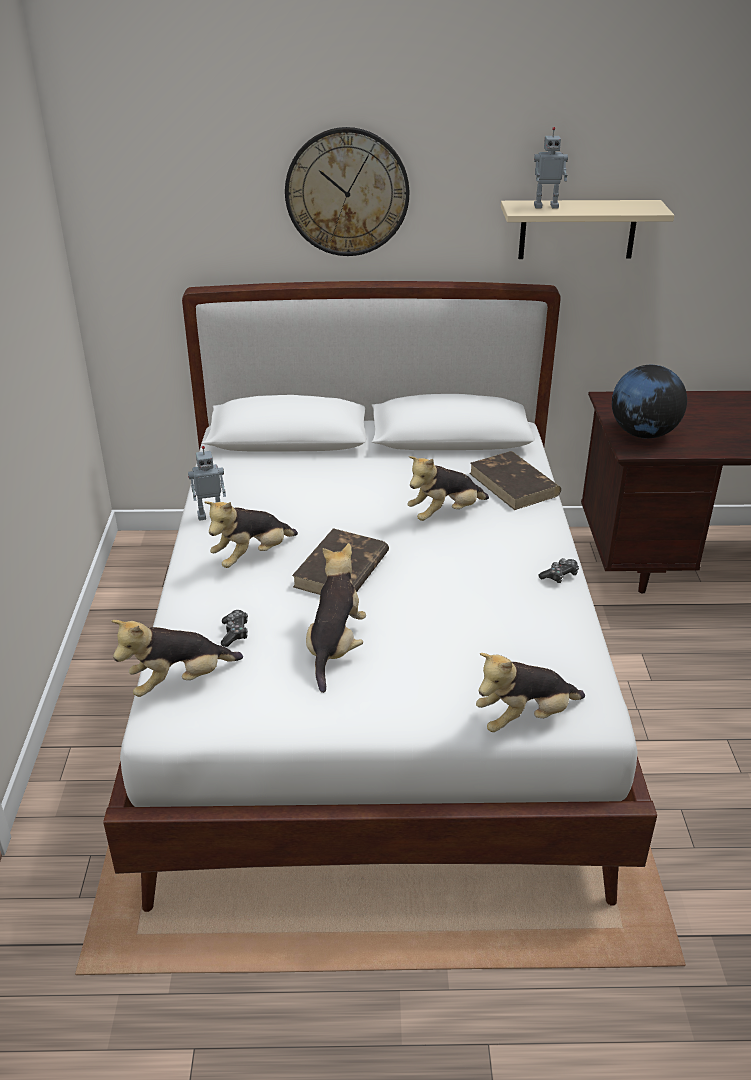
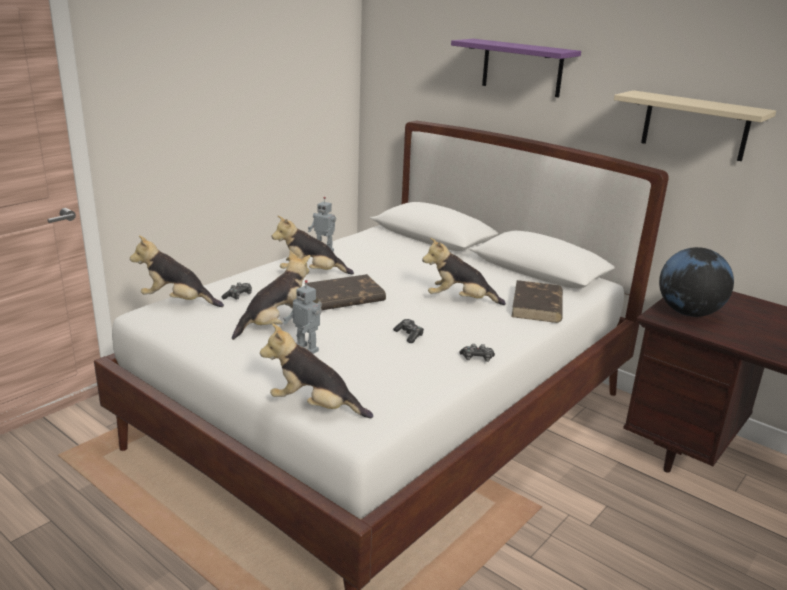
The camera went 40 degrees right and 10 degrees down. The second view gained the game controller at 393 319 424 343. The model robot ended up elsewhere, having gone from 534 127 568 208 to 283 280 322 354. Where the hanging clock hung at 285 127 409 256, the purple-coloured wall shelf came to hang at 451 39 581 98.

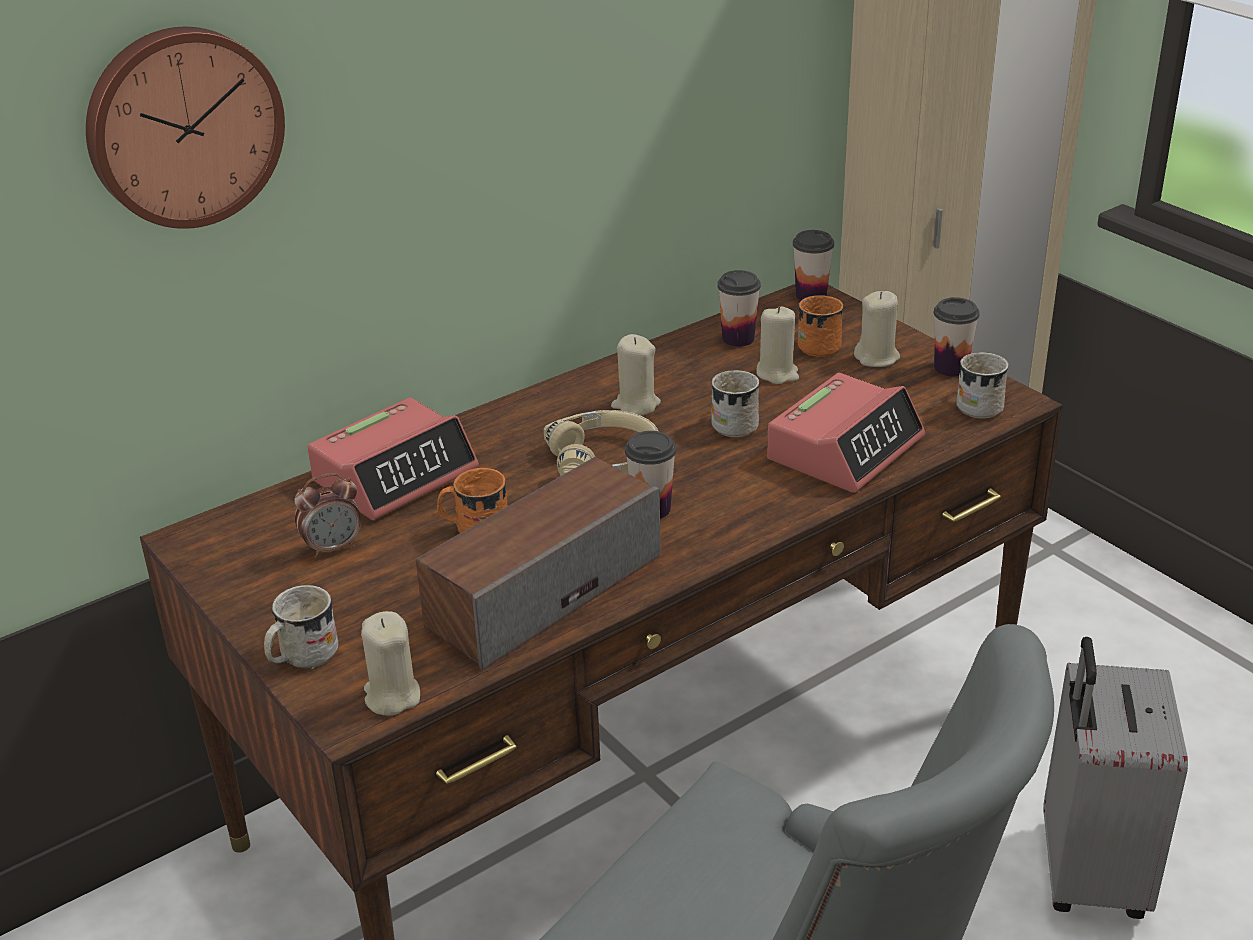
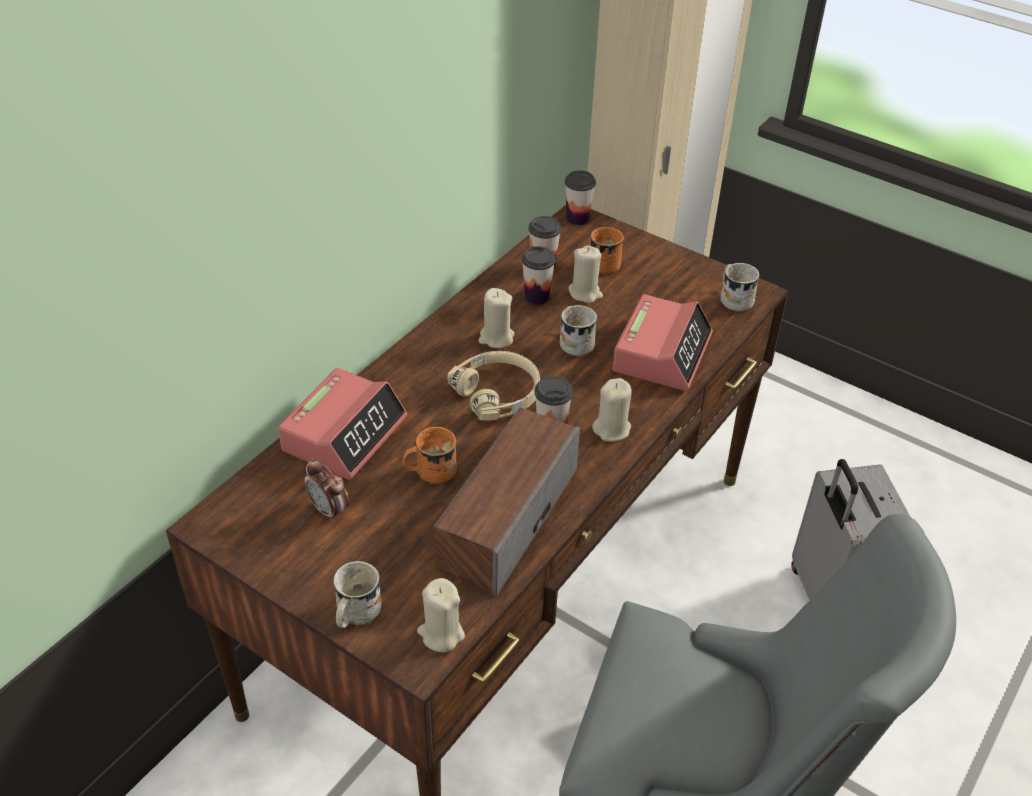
The camera went 20 degrees left and 10 degrees up. The second view lost the hanging clock at 86 27 285 229. The beige wax candle ended up elsewhere, having gone from 854 291 900 367 to 592 378 632 442. The drinking cup ended up elsewhere, having gone from 934 297 980 377 to 522 246 556 305. The bedside clock at 295 473 361 558 ended up facing another way, 90 degrees clockwise from before.

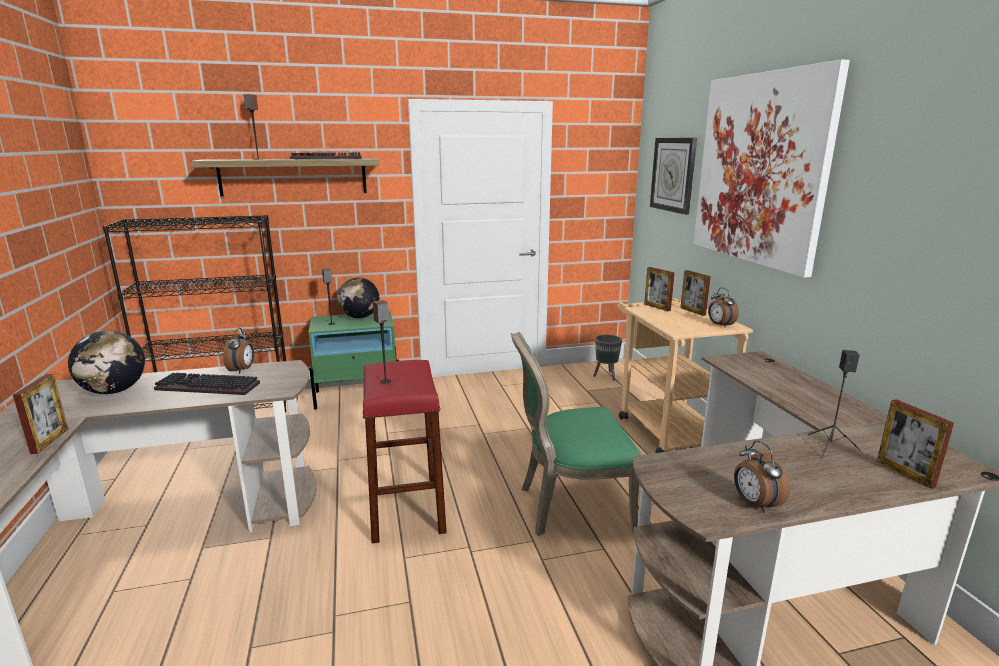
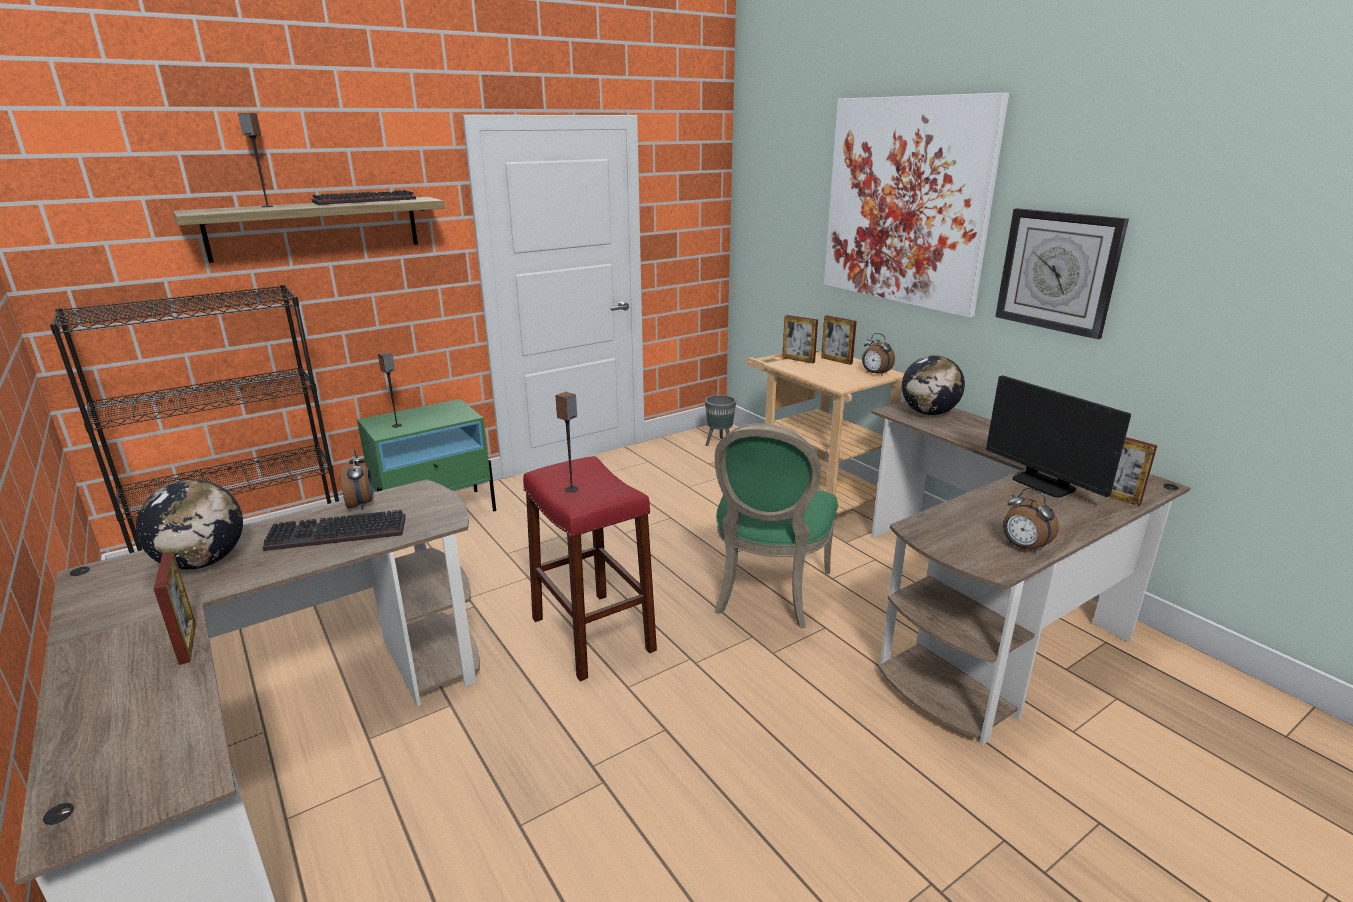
The camera went 20 degrees left and 5 degrees up. The globe ended up elsewhere, having gone from 337 278 379 318 to 902 355 965 415. The hanging clock ended up elsewhere, having gone from 650 138 697 215 to 995 208 1129 340. Where the black loudspeaker stood at 808 350 861 458, the computer screen came to stand at 986 375 1131 498. The green-coloured chair at 511 332 641 536 ended up facing another way, 45 degrees counterclockwise from before.

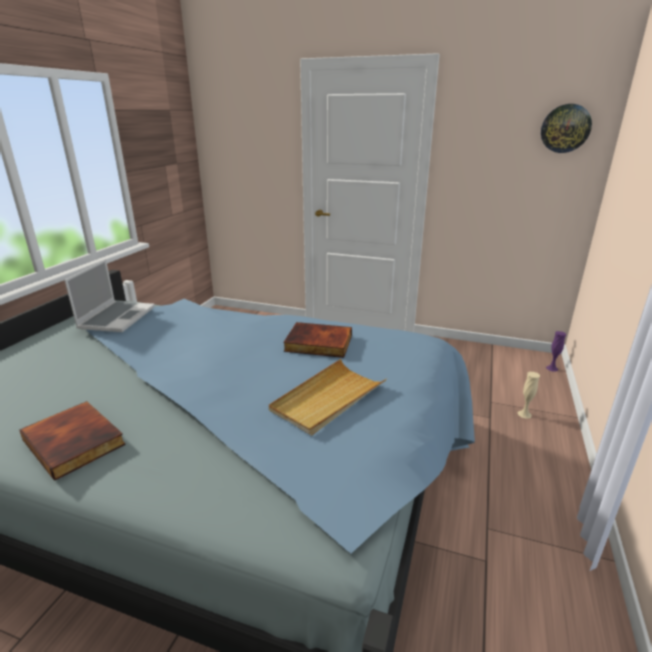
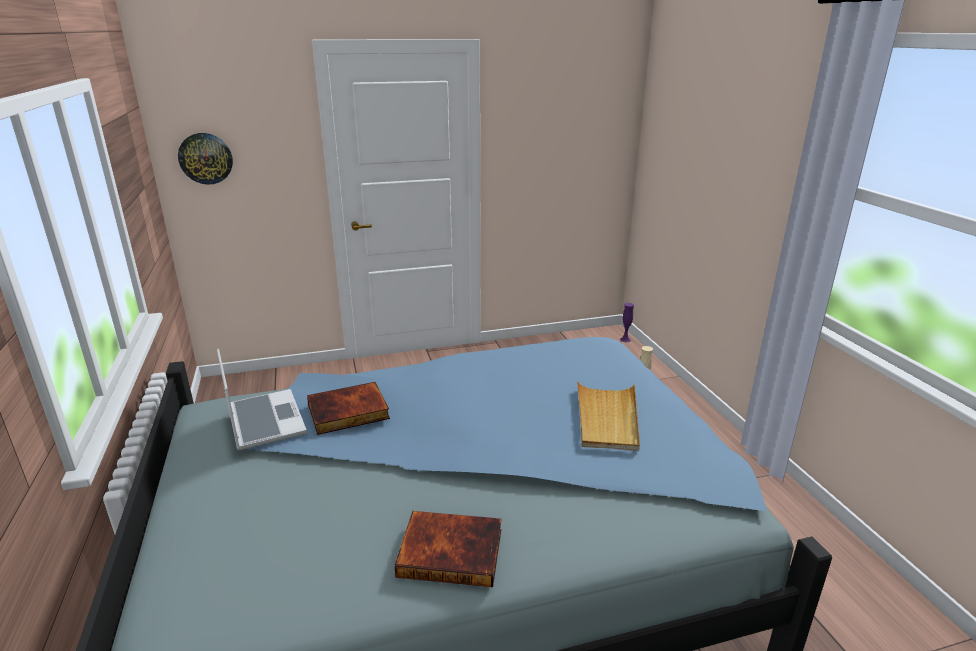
The camera went 35 degrees left and 0 degrees up. The bound book ended up elsewhere, having gone from 283 322 352 358 to 307 382 390 435. The hanging clock ended up elsewhere, having gone from 541 104 592 153 to 178 133 233 185.

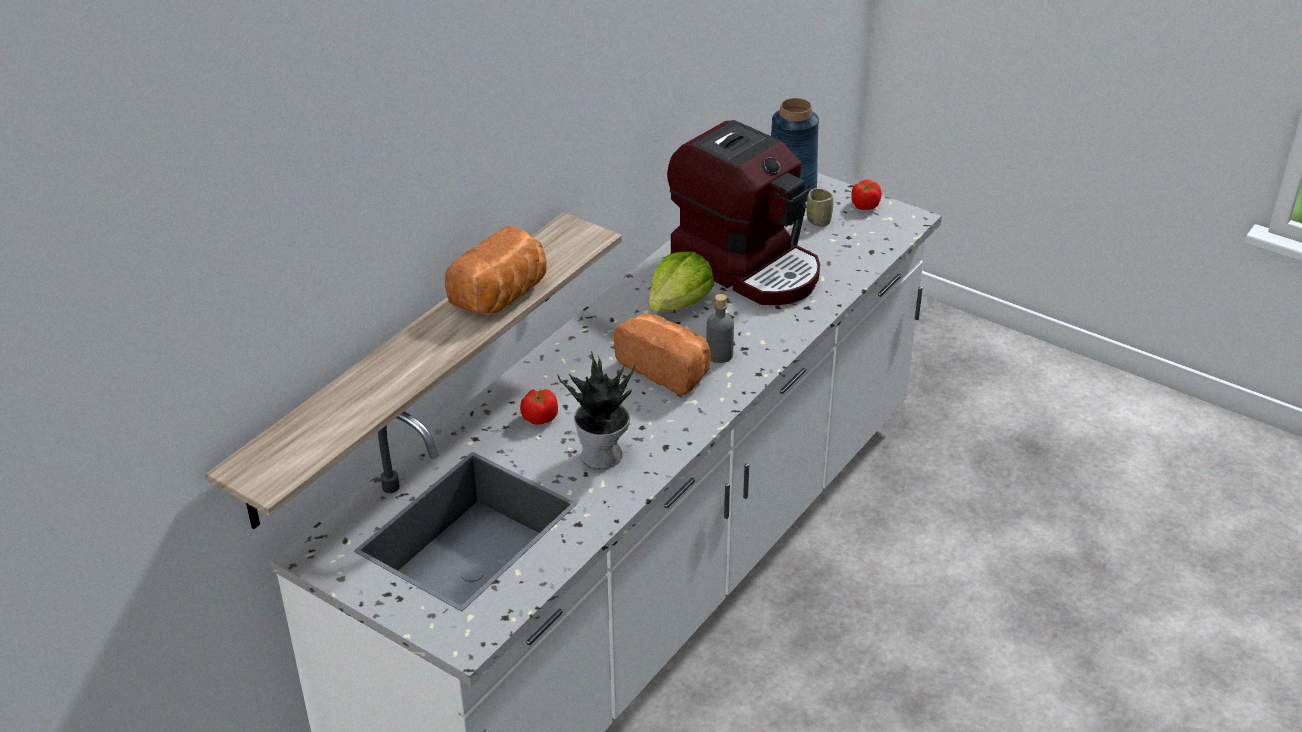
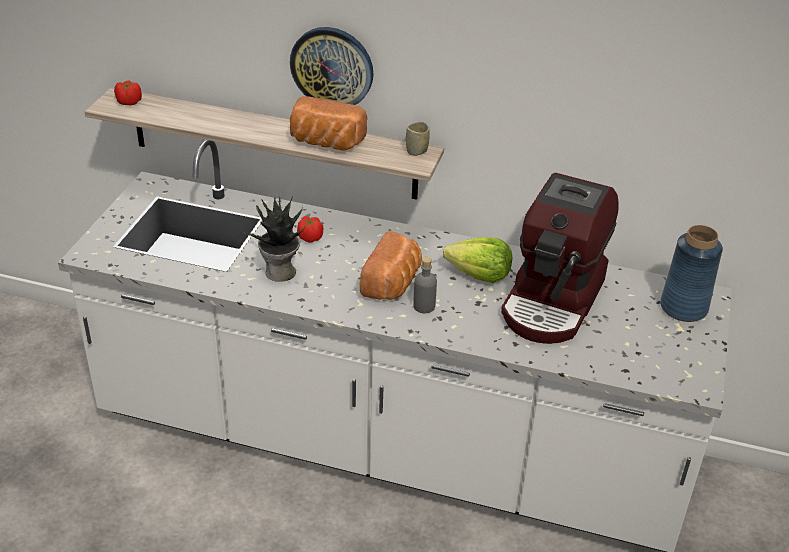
The camera went 70 degrees right and 0 degrees up. The second view gained the hanging clock at 290 27 374 105. The drinking cup ended up elsewhere, having gone from 807 188 833 227 to 406 122 429 156. The fresh tomato ended up elsewhere, having gone from 851 180 881 210 to 114 80 142 105.

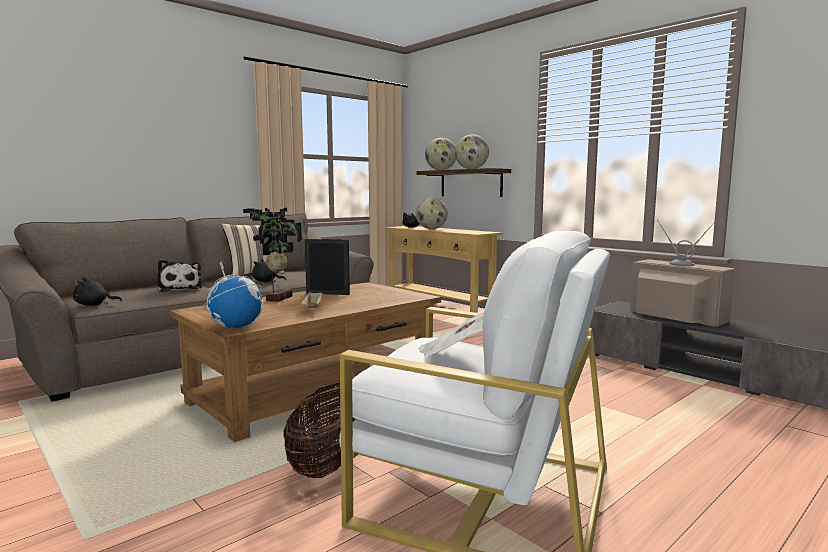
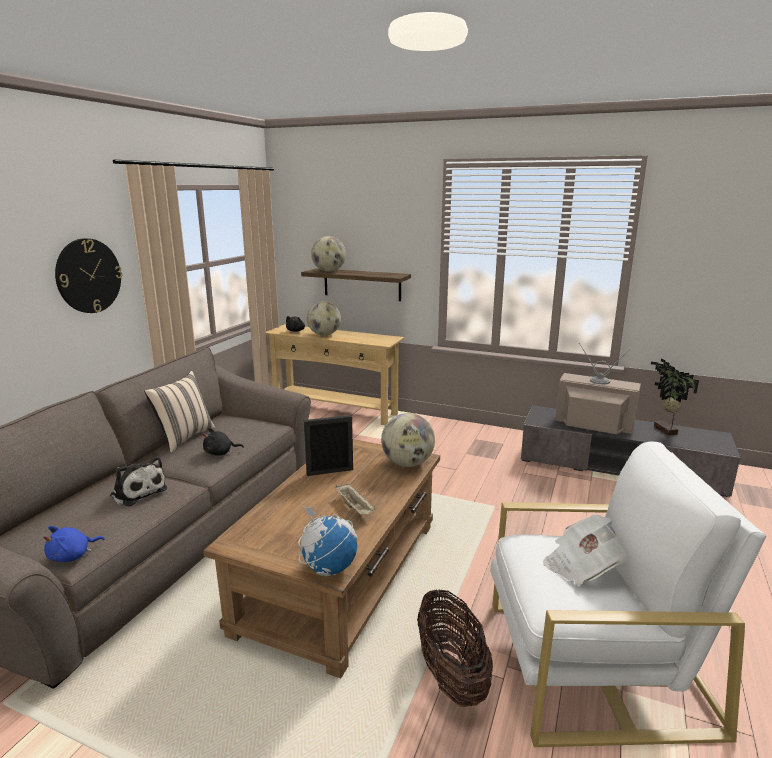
The camera went 25 degrees left and 10 degrees up. The second view gained the hanging clock at 55 238 122 313. The houseplant ended up elsewhere, having gone from 243 208 302 302 to 651 359 699 435. The globe ended up elsewhere, having gone from 455 135 489 169 to 381 413 435 467. What was the black soft toy at 73 277 122 306 turned into the blue soft toy at 43 526 105 562.

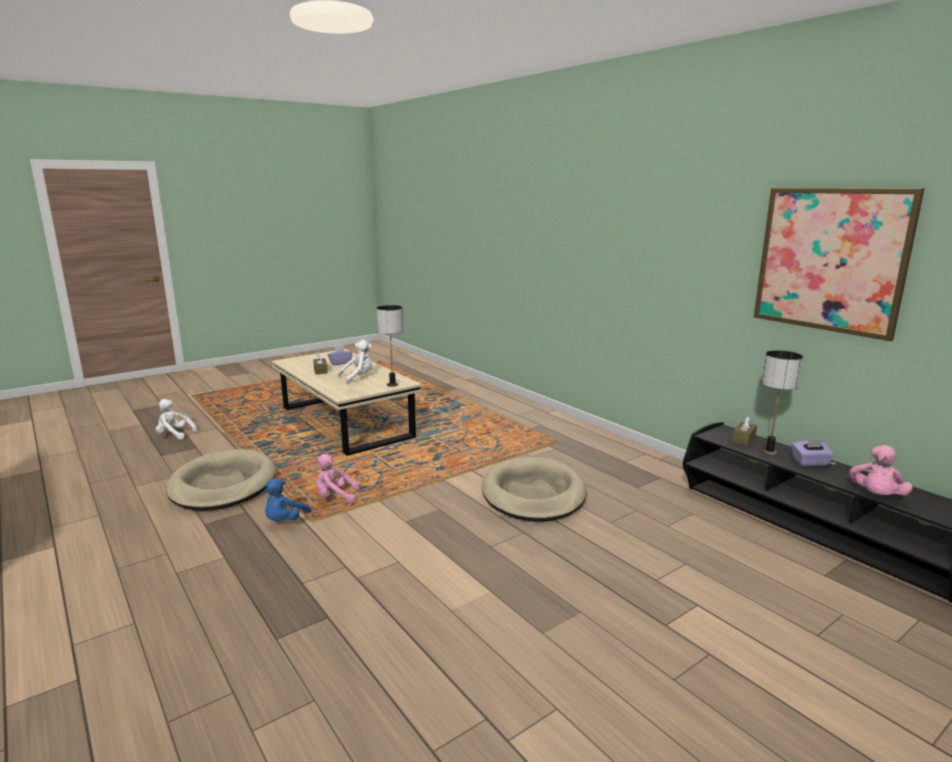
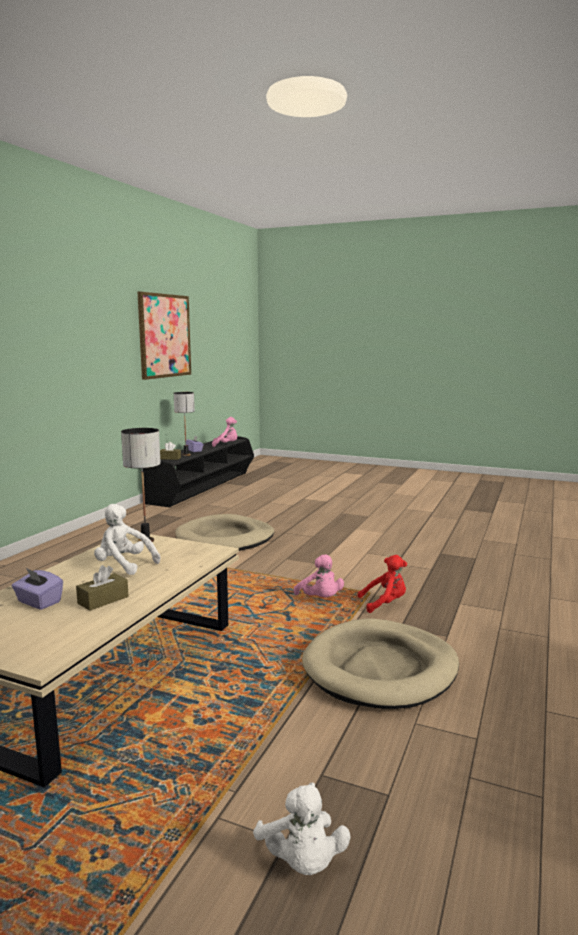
The camera went 120 degrees left and 5 degrees down. What was the blue soft toy at 264 478 311 521 turned into the red soft toy at 357 555 407 613.

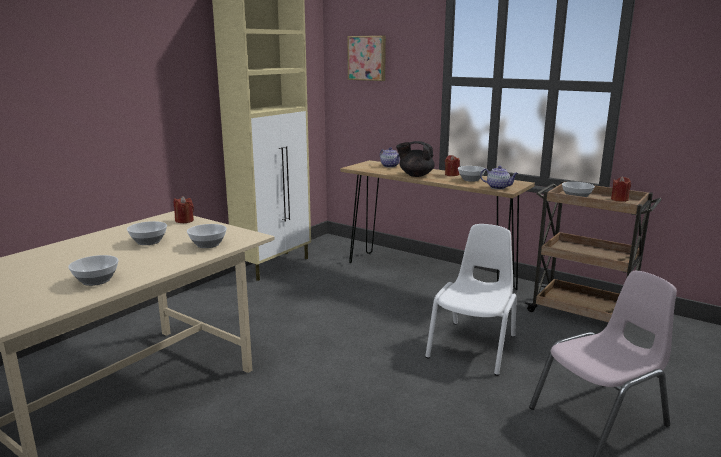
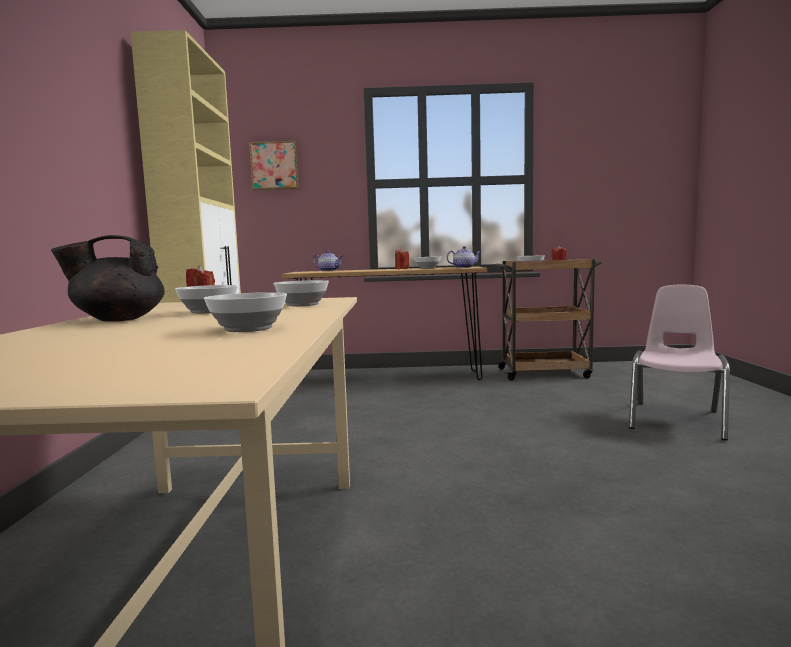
The camera went 35 degrees left and 10 degrees down. The second view lost the whitish chair at 425 224 517 376. The black tea pot ended up elsewhere, having gone from 396 141 435 177 to 51 235 165 322.

